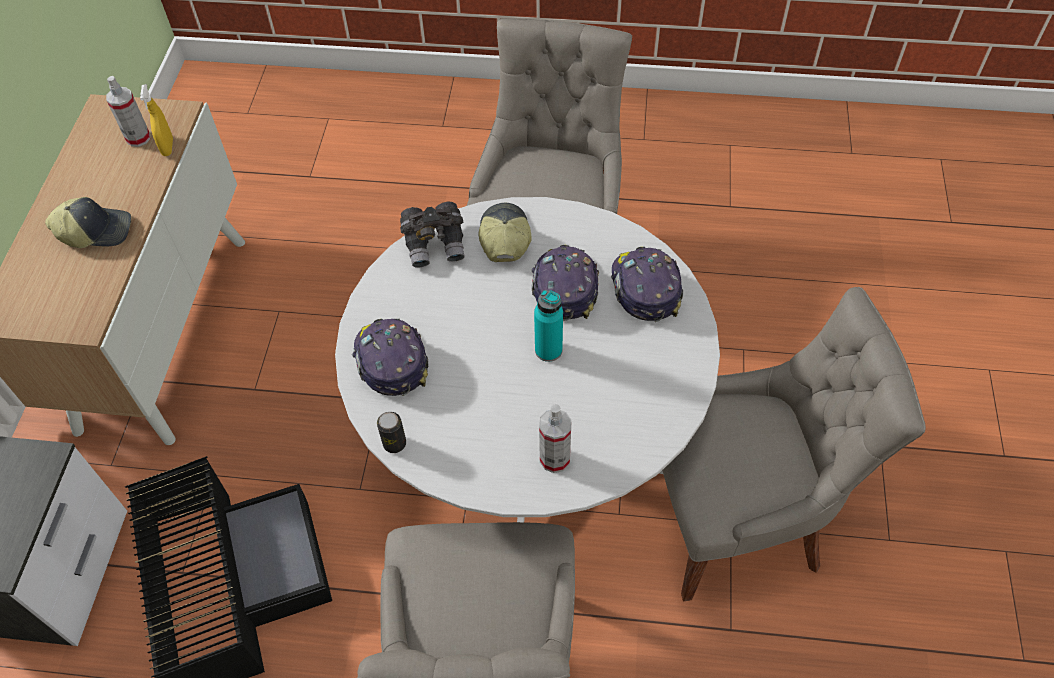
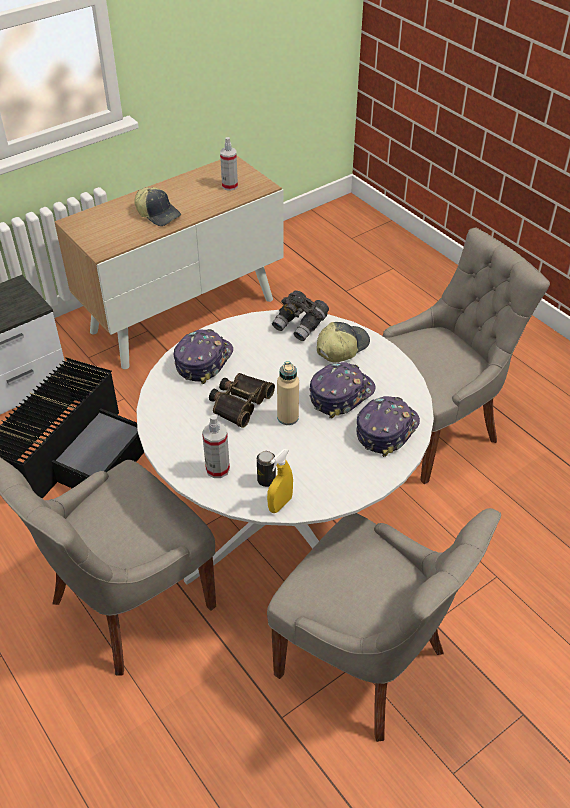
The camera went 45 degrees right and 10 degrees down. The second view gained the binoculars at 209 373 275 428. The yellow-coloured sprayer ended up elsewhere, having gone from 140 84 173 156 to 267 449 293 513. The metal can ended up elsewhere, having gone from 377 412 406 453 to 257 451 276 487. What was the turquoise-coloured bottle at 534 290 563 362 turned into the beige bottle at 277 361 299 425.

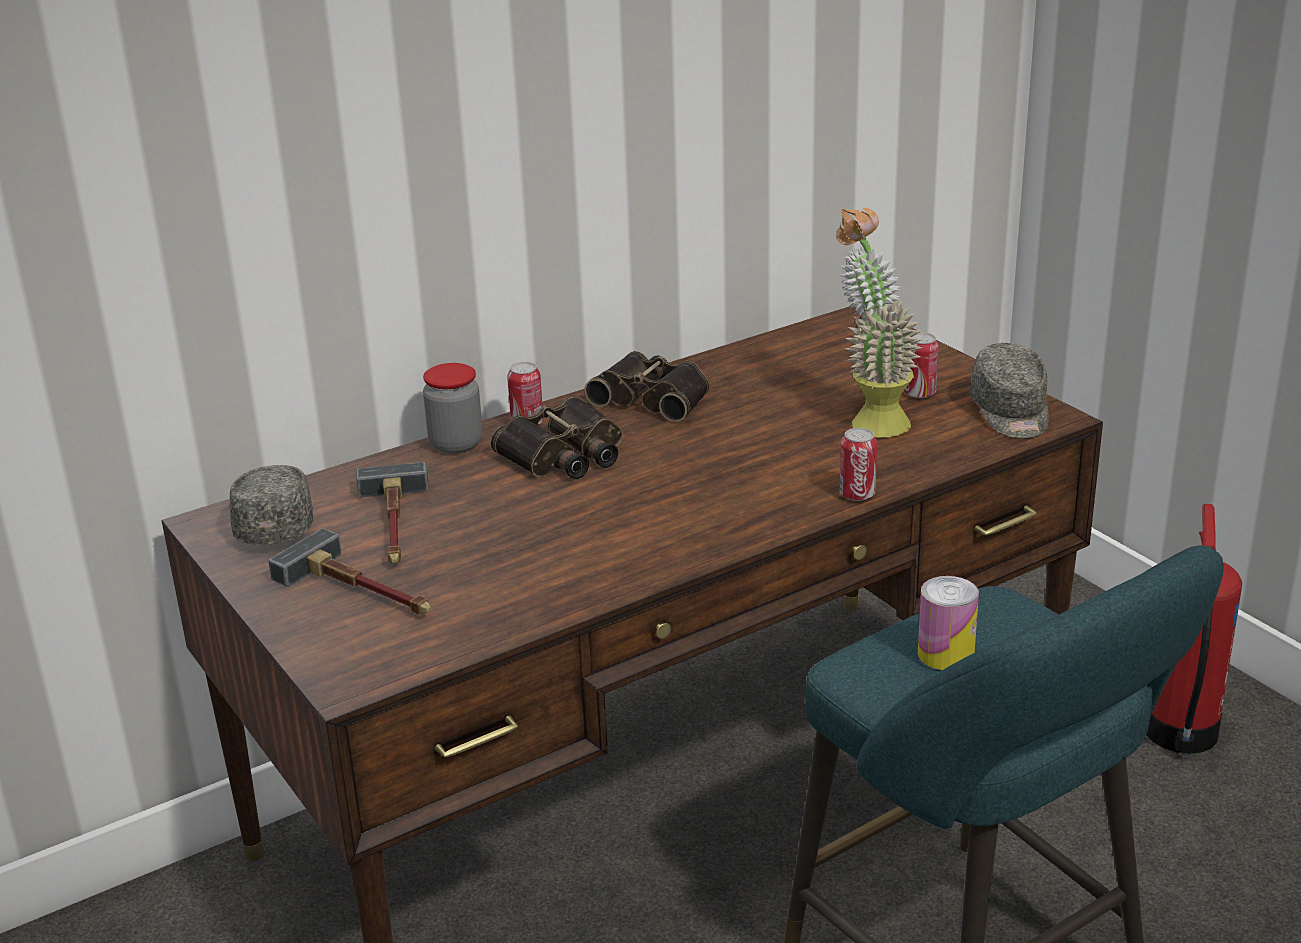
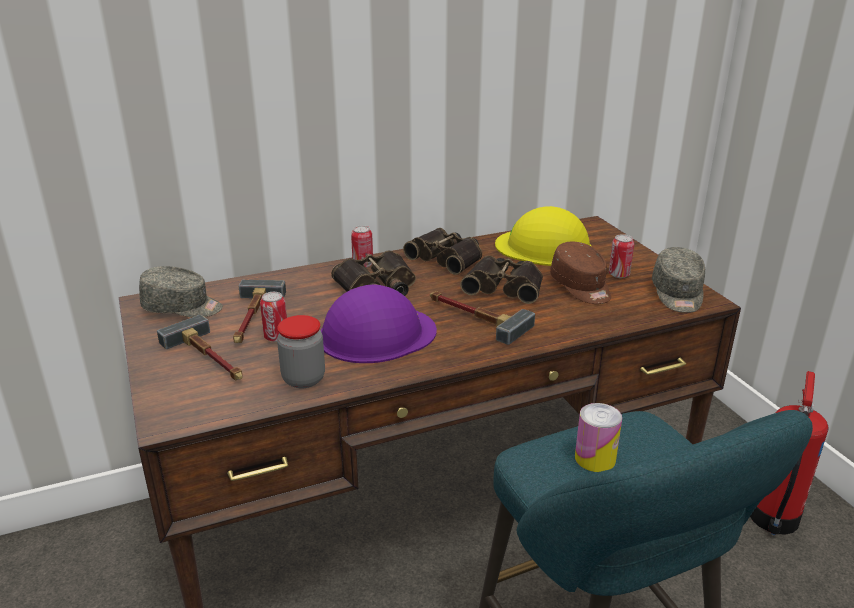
The camera went 10 degrees right and 0 degrees up. The second view gained the purple-coloured hard hat at 320 285 437 363. The second view gained the hammer at 430 291 535 345. The second view gained the binoculars at 460 256 543 304. The second view gained the yellow-coloured hard hat at 495 206 592 266. The jar ended up elsewhere, having gone from 423 363 483 454 to 277 315 325 388. The metal can ended up elsewhere, having gone from 840 428 877 501 to 260 292 287 342. Where the houseplant stood at 837 207 923 437, the brownish peaked cap came to stand at 550 242 611 304. The gray peaked cap at 230 465 313 545 ended up facing another way, 90 degrees clockwise from before.

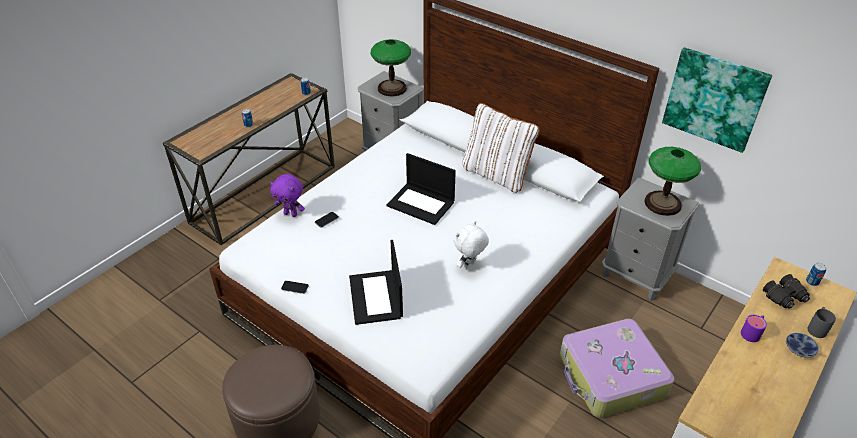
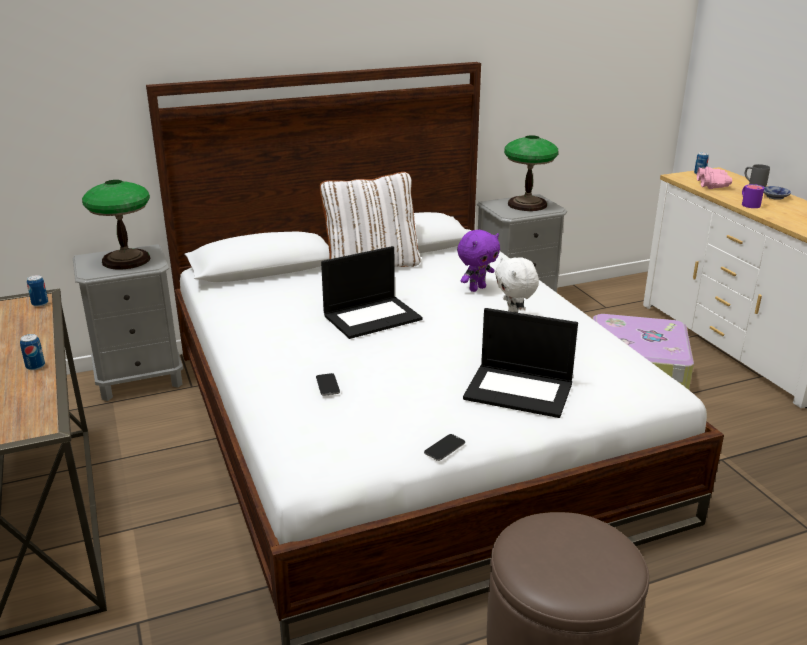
The camera went 60 degrees left and 15 degrees down. The second view lost the wall picture at 662 47 772 153. The purple-coloured soft toy ended up elsewhere, having gone from 270 174 305 217 to 457 230 500 292. What was the black binoculars at 763 274 810 309 turned into the pinkish binoculars at 697 167 732 189.

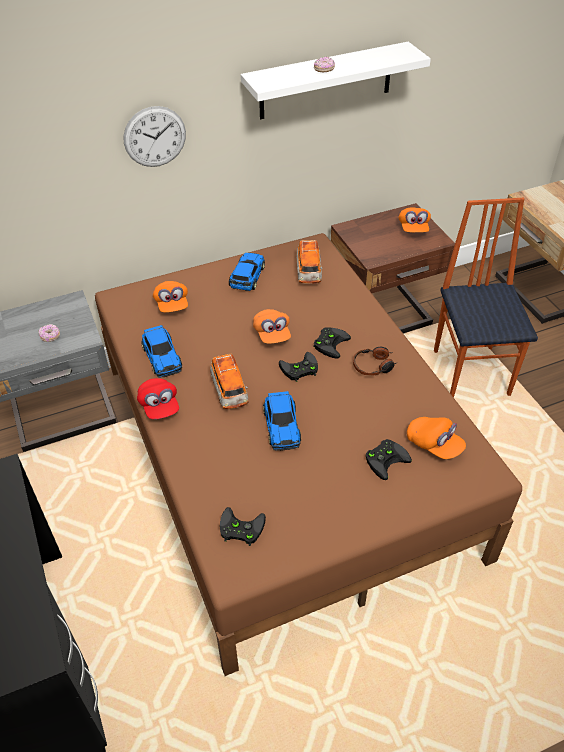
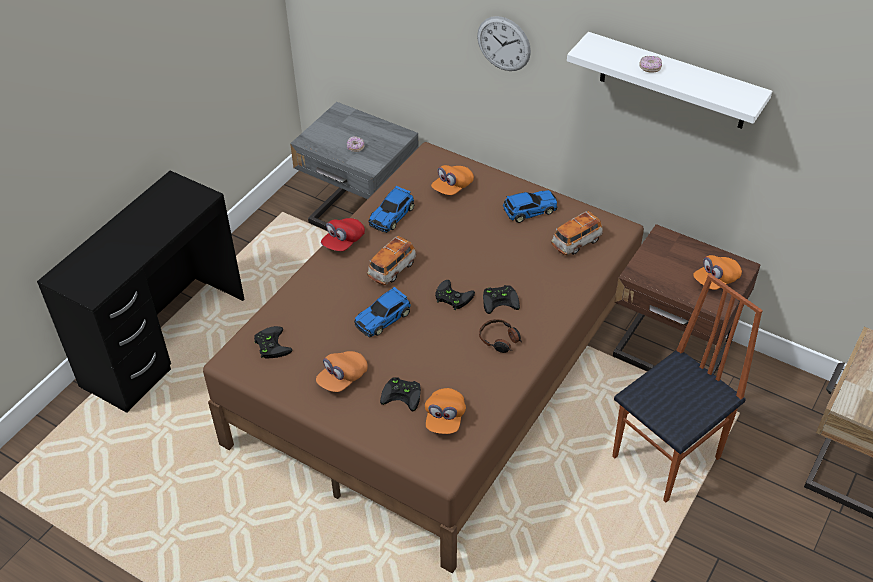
The camera went 55 degrees right and 0 degrees up. The orange peaked cap ended up elsewhere, having gone from 253 309 291 344 to 316 351 368 392.

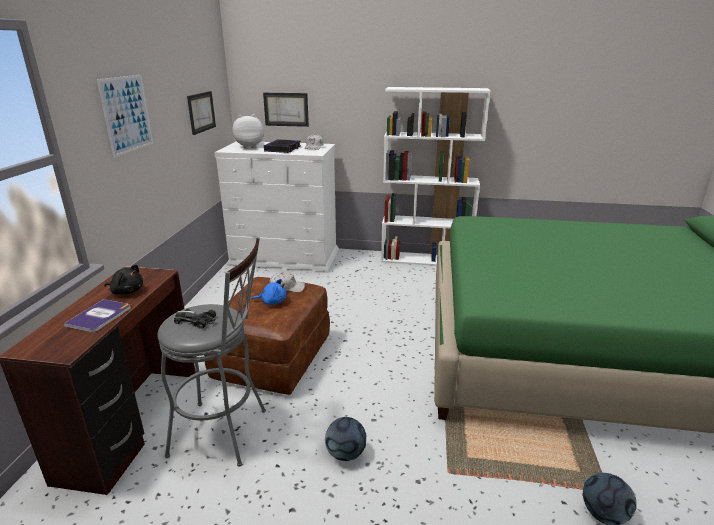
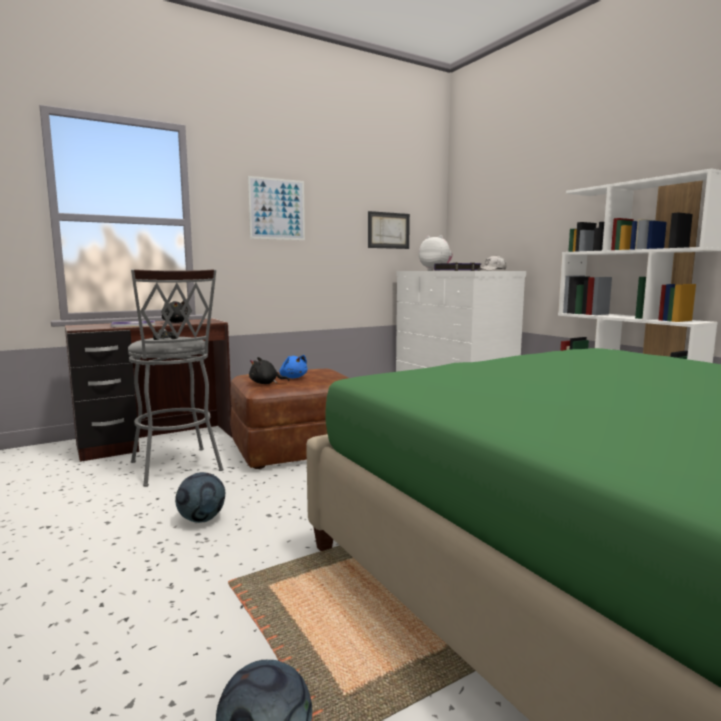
The camera went 50 degrees right and 15 degrees down. The second view lost the wall picture at 263 93 309 127. The second view lost the whitish peaked cap at 269 272 305 292. The second view gained the black soft toy at 249 357 289 384.

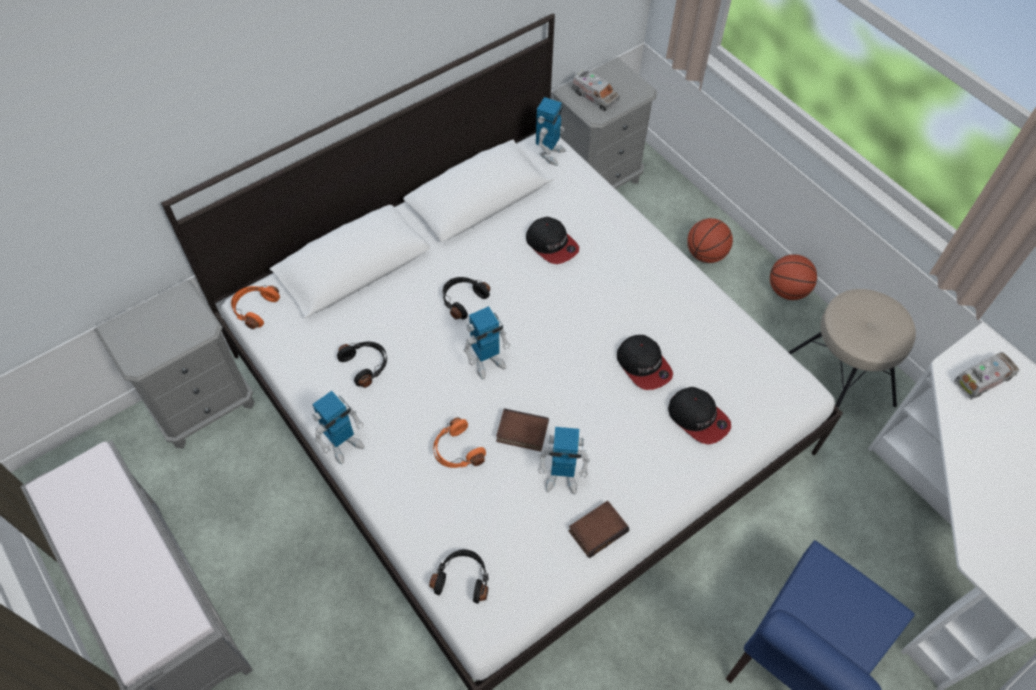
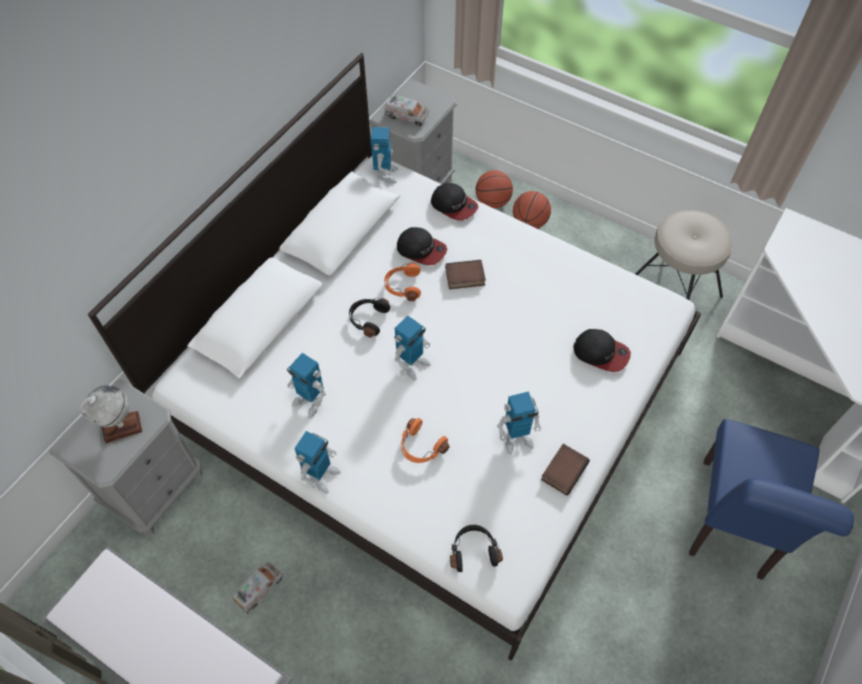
The camera went 20 degrees left and 0 degrees up. The second view gained the globe at 80 385 143 444. The orange pair of headphones ended up elsewhere, having gone from 231 285 280 329 to 384 262 421 301. The bound book ended up elsewhere, having gone from 496 408 549 452 to 445 260 486 289. The peaked cap ended up elsewhere, having gone from 617 335 673 390 to 431 183 478 220. The basketball ball ended up elsewhere, having gone from 770 254 817 300 to 475 170 513 208. The model truck ended up elsewhere, having gone from 954 352 1020 400 to 232 561 284 614. Where the black pair of headphones stood at 337 342 387 388, the model robot came to stand at 287 353 326 418.

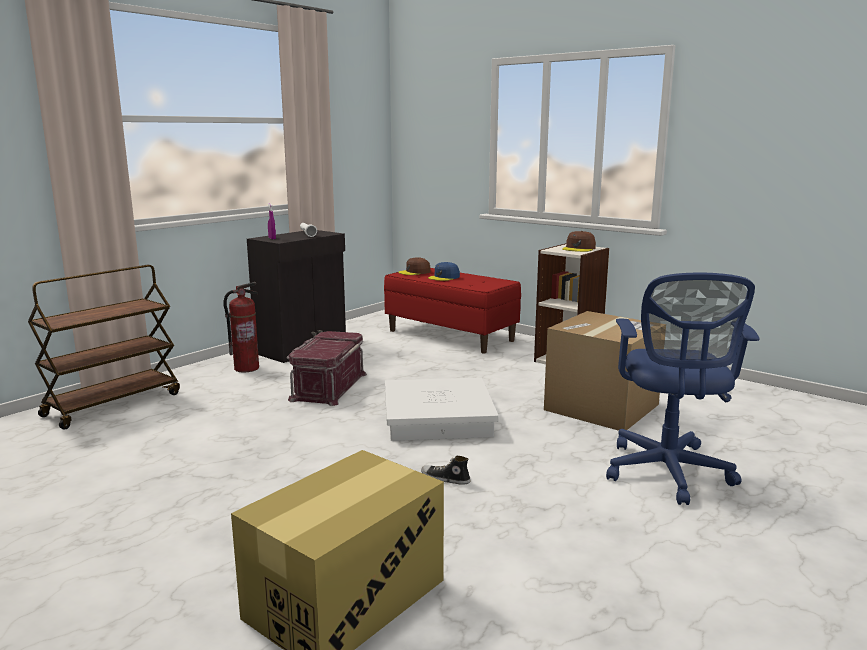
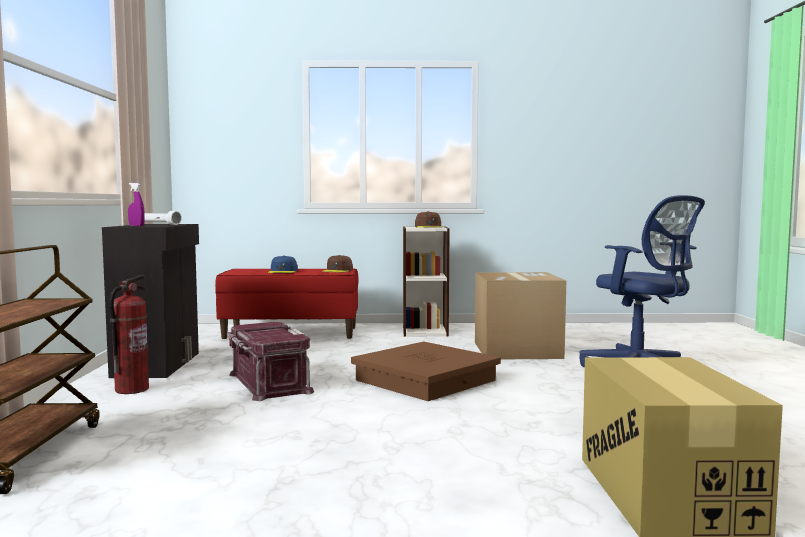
The camera went 40 degrees left and 10 degrees down. The second view lost the item of footwear at 421 456 471 485. The brownish peaked cap ended up elsewhere, having gone from 398 257 431 275 to 322 255 353 272. What was the whitish storage bin at 385 378 499 441 turned into the brownish storage bin at 351 342 501 401.

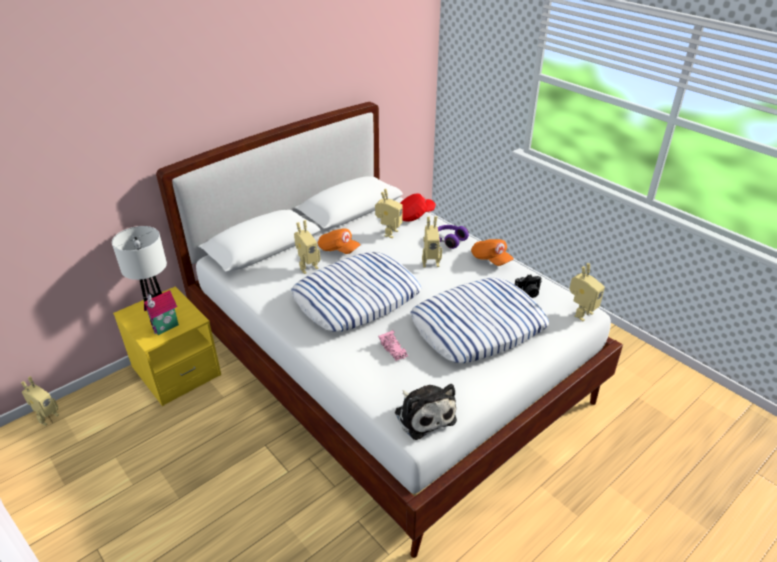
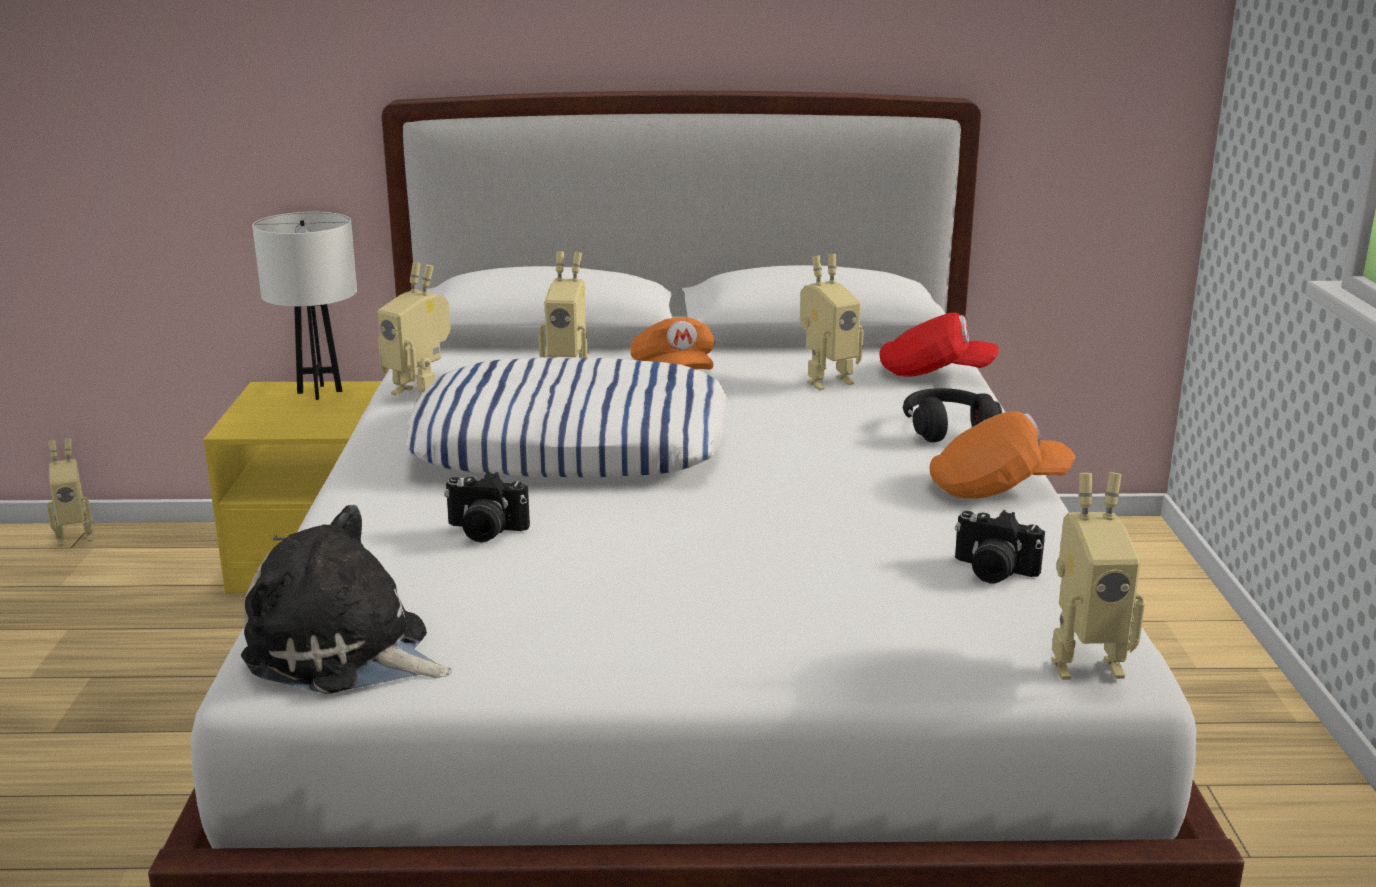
The camera went 40 degrees right and 15 degrees down. The second view lost the toy house at 144 290 179 335. The second view lost the pillow at 410 278 549 363. The model robot ended up elsewhere, having gone from 422 216 442 268 to 378 262 451 402. Where the pinkish model car stood at 378 330 408 361, the photo camera came to stand at 444 472 530 543. What was the purple-coloured pair of headphones at 438 225 469 249 turned into the black pair of headphones at 903 388 1002 442. The soft toy at 395 384 457 440 ended up facing another way, 105 degrees clockwise from before. The orange peaked cap at 471 239 514 266 ended up facing another way, 105 degrees counterclockwise from before.

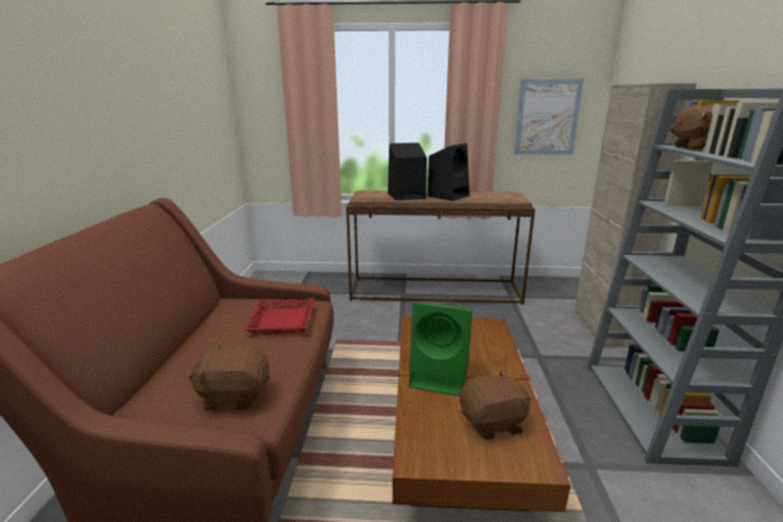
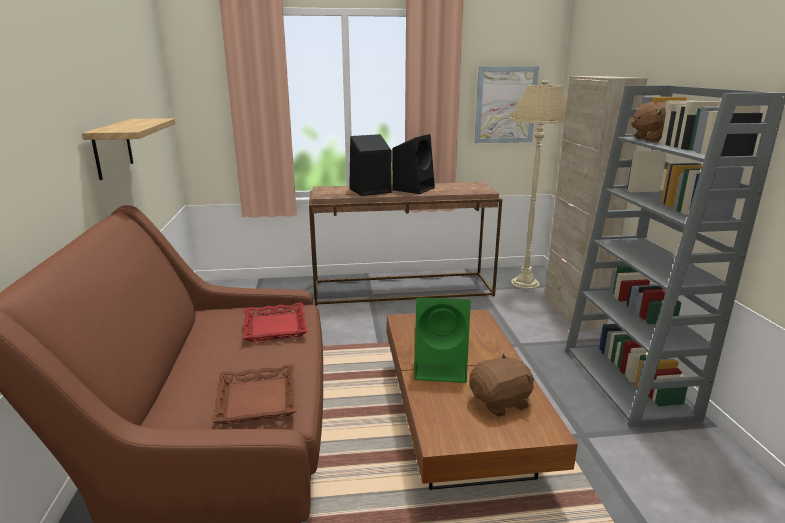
The camera went 10 degrees left and 0 degrees up. The second view gained the wall shelf at 82 118 175 180. The second view gained the beige standing lamp at 510 80 567 289. Where the brownish soft toy stood at 189 344 270 411, the brownish serving tray came to stand at 212 364 297 424.

